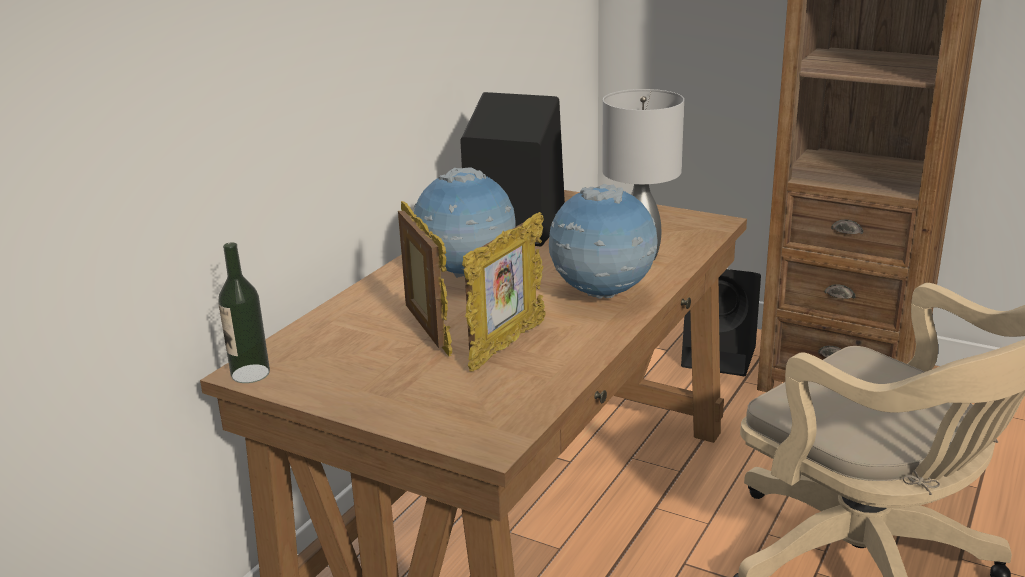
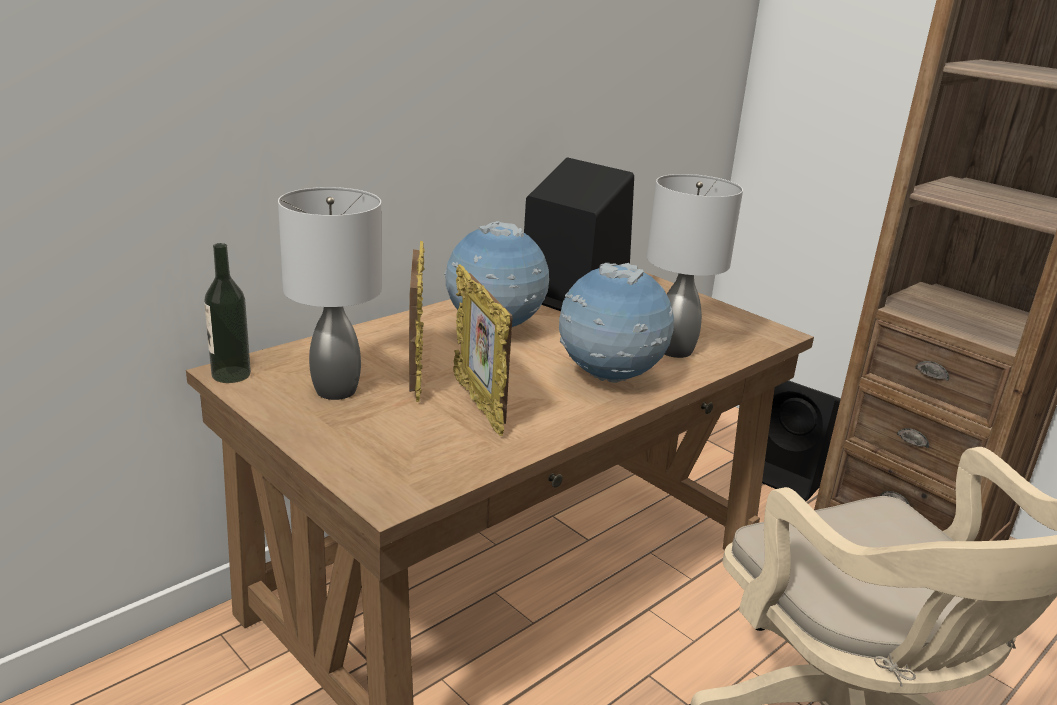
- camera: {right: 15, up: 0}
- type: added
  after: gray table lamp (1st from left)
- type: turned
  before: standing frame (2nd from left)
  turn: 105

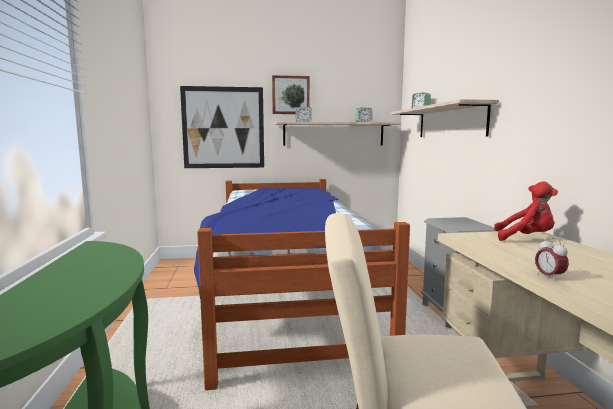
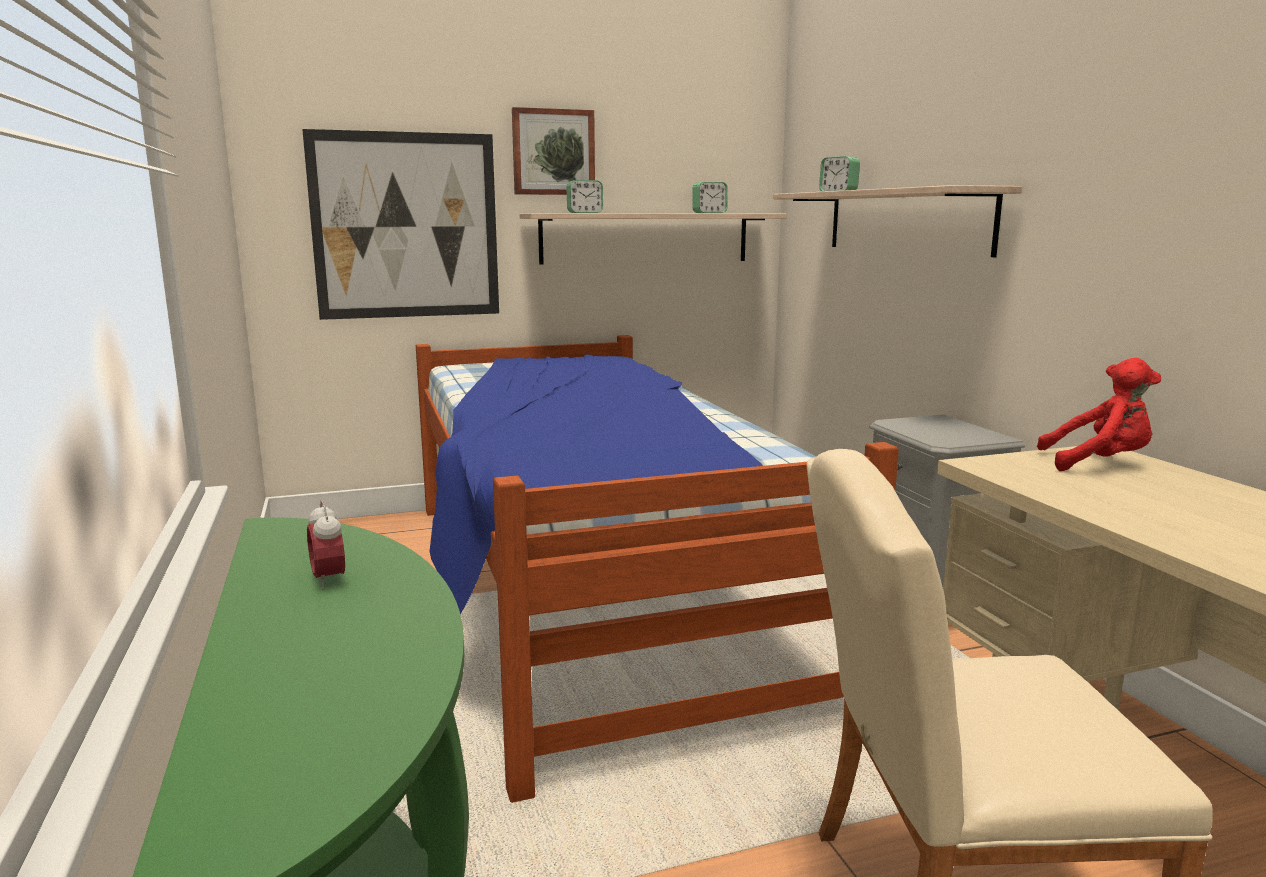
- camera: {right: -10, up: 5}
- type: moved
  before: table clock (4th from left in the first image)
  after: table clock (1st from left)

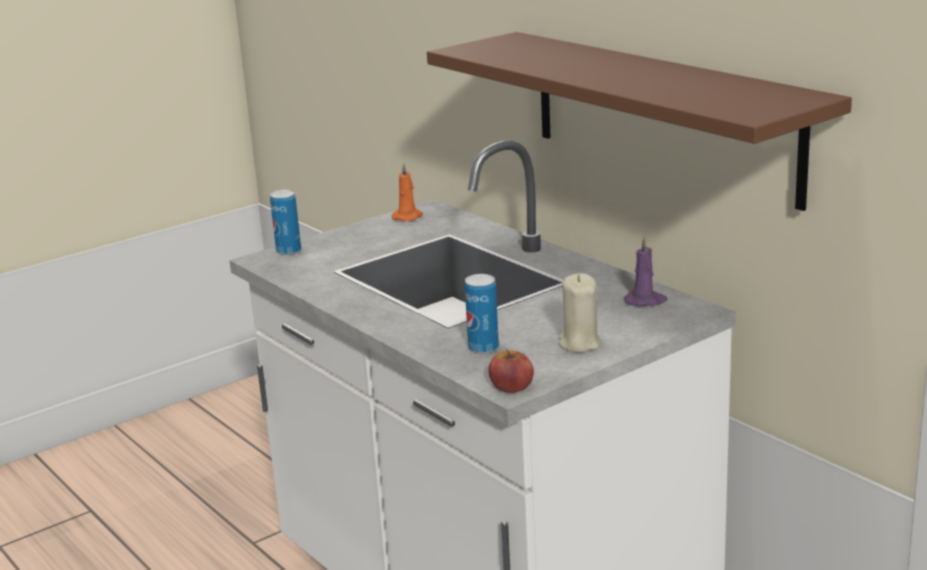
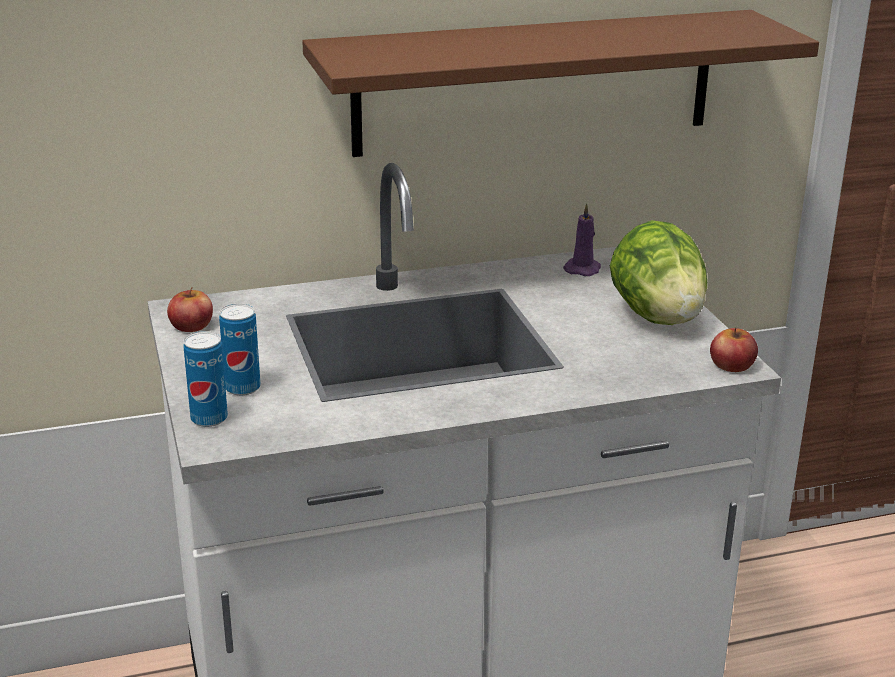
- camera: {right: -70, up: 5}
- type: replaced
  before: orangey wax candle
  after: apple fruit (1st from left)
- type: moved
  before: sealed can (2nd from left)
- type: replaced
  before: sand-coloured wax candle
  after: head of lettuce

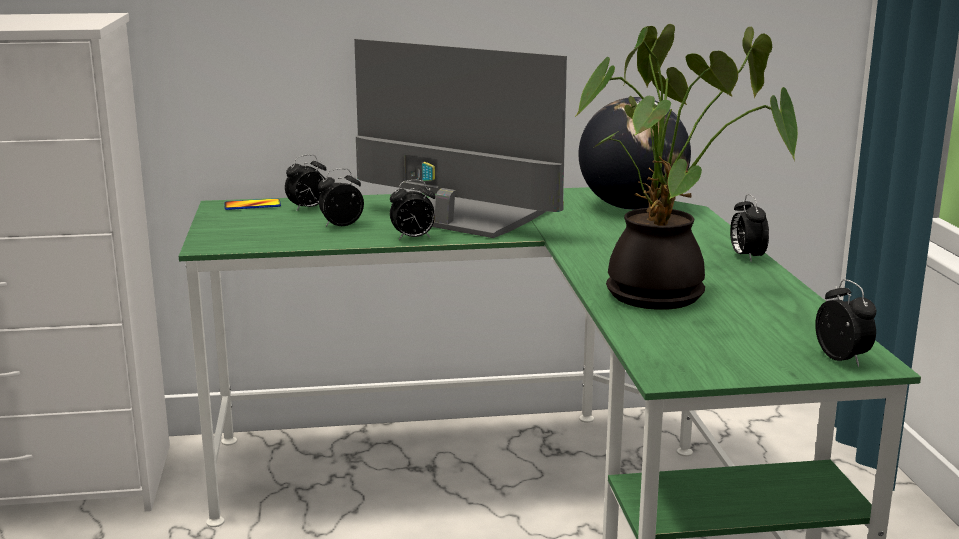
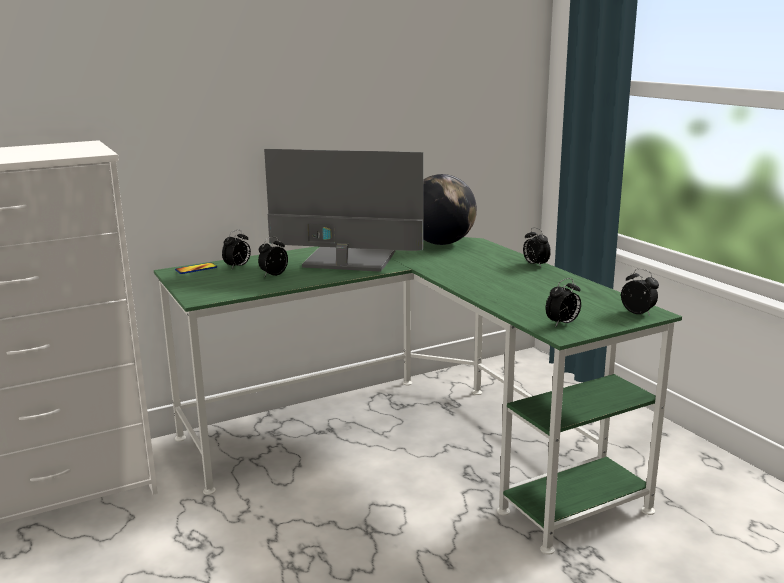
- camera: {right: -20, up: 0}
- type: moved
  before: table clock (3rd from left in the first image)
  after: table clock (4th from left)
- type: removed
  before: plant in a pot

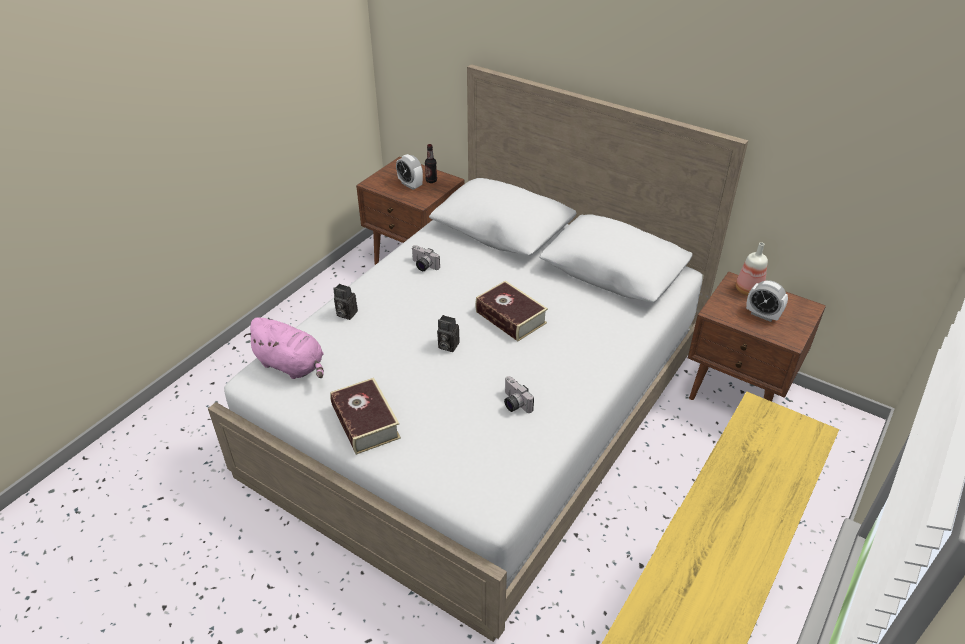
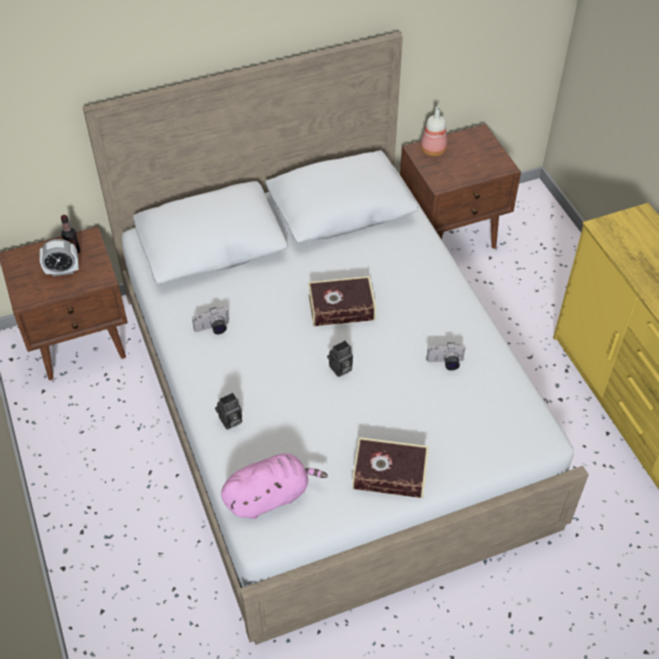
- camera: {right: -55, up: 10}
- type: removed
  before: table clock (2nd from left)

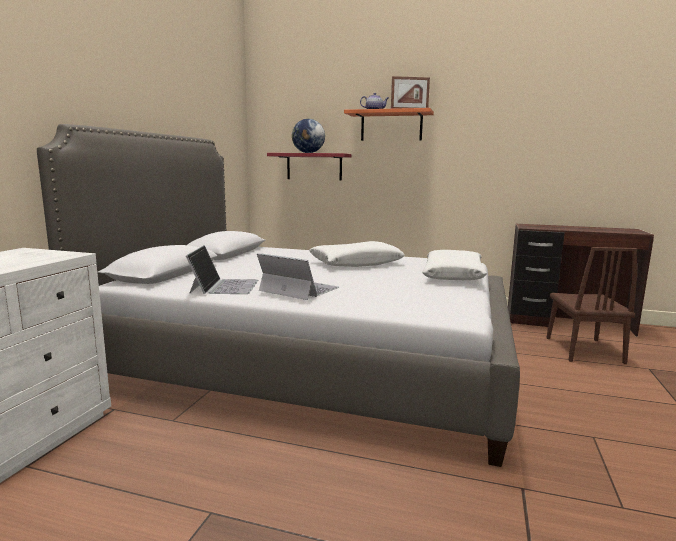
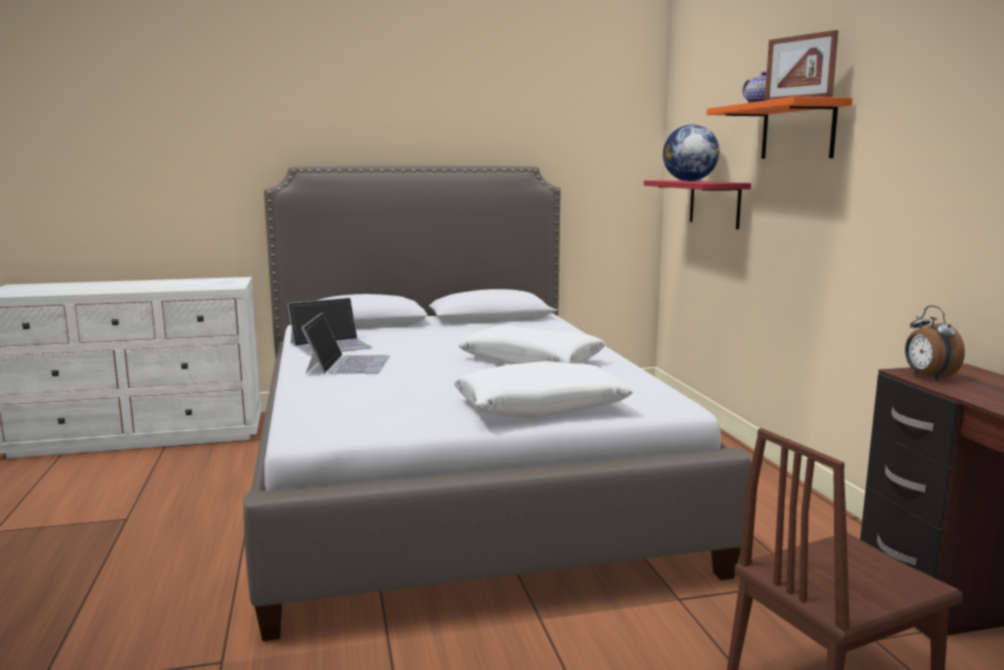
- camera: {right: 60, up: 0}
- type: added
  after: table clock

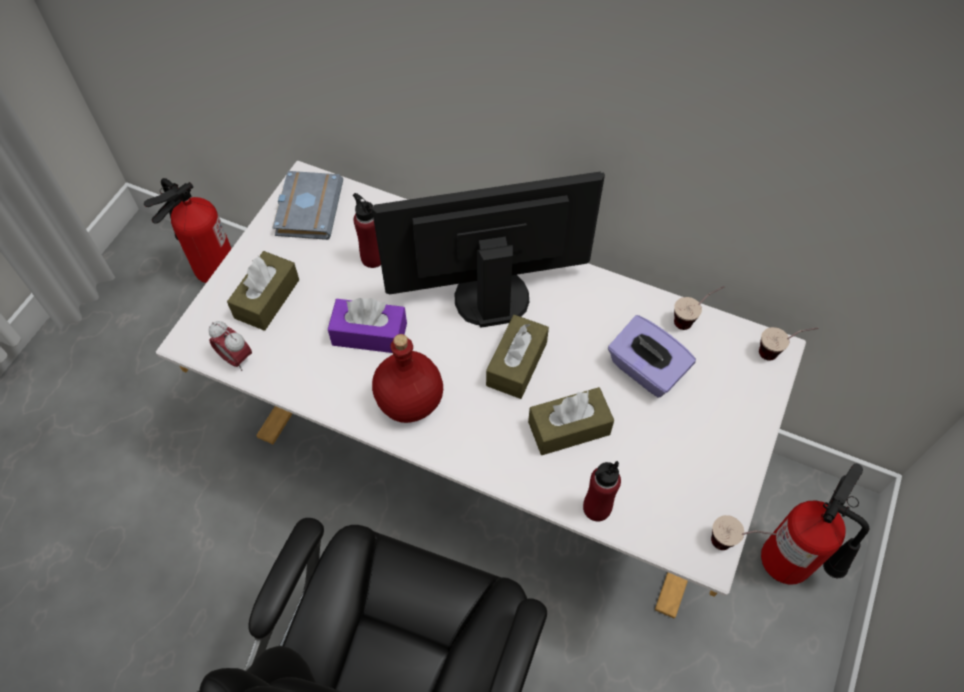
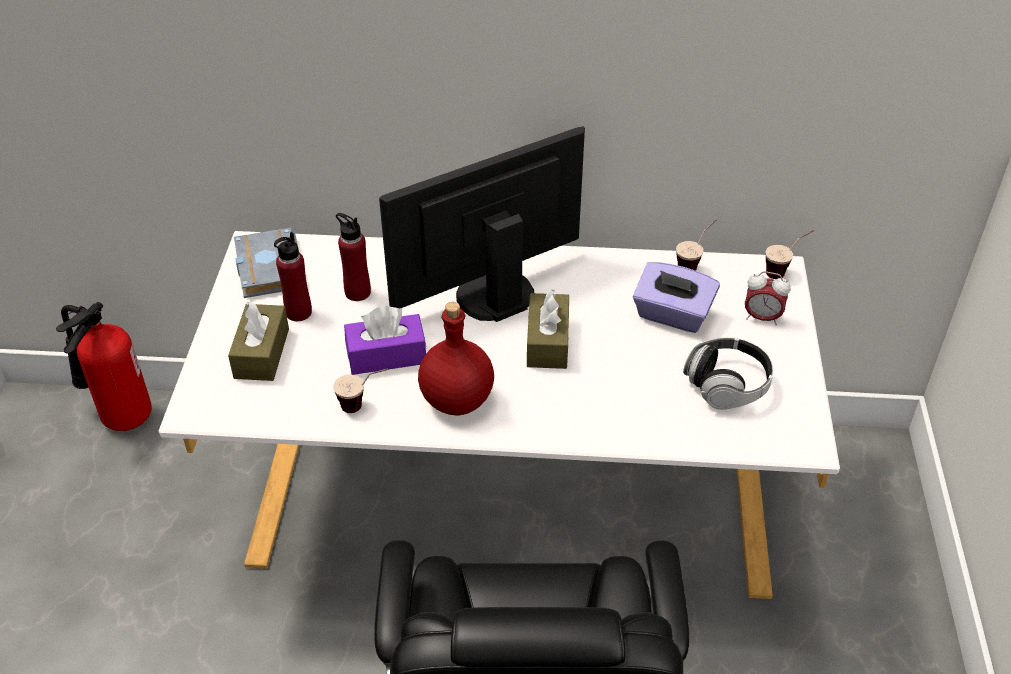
- camera: {right: -20, up: -15}
- type: moved
  before: reddish drink bottle (3rd from left in the first image)
  after: reddish drink bottle (1st from left)
- type: moved
  before: cup (2nd from left in the first image)
  after: cup (1st from left)
- type: added
  after: headset
- type: moved
  before: table clock
- type: removed
  before: brown tissue box (3rd from left)
- type: removed
  before: fire-fighting cylinder (2nd from left)

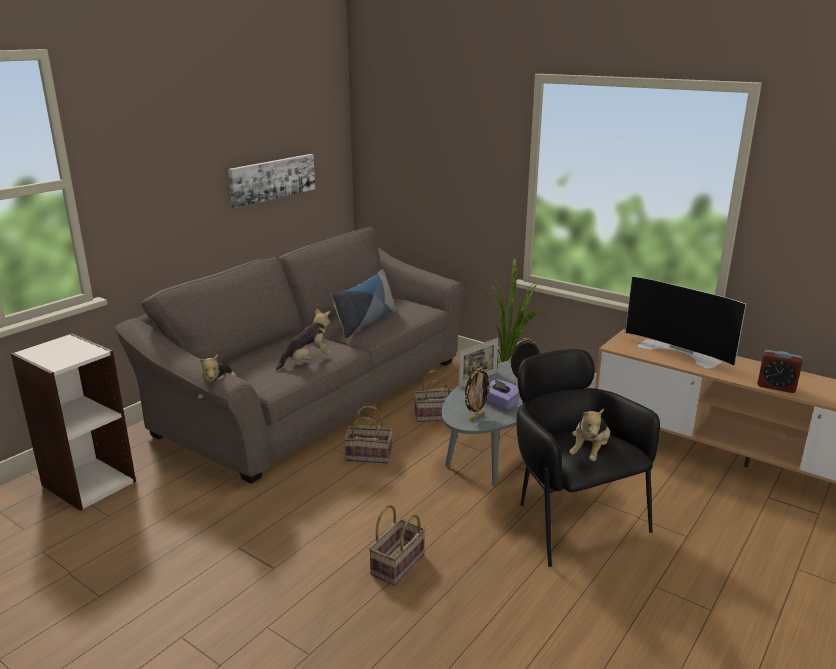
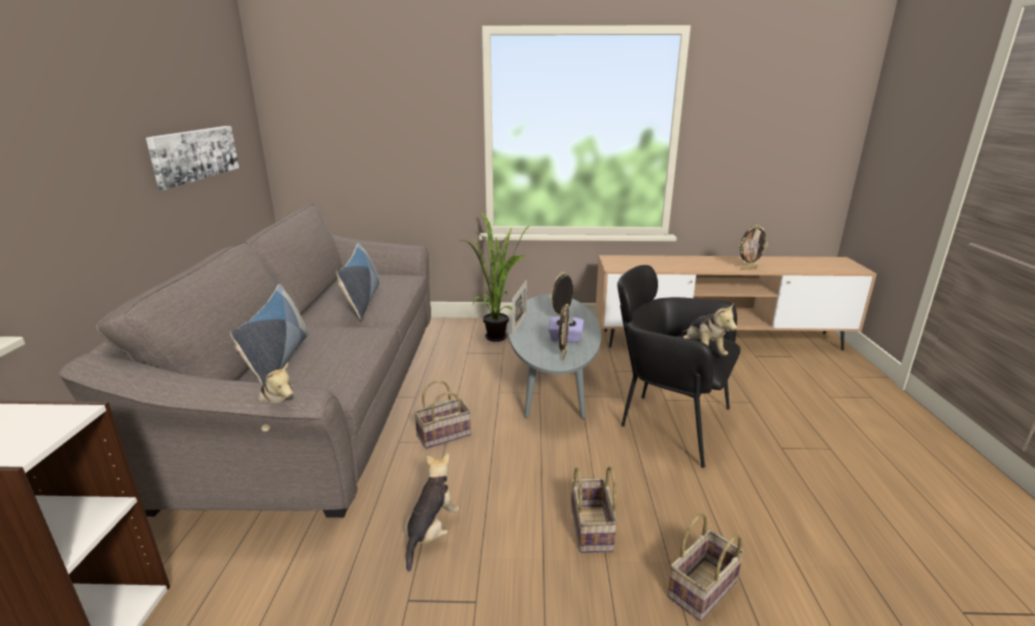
- camera: {right: -35, up: 0}
- type: added
  after: throw pillow (1st from left)
- type: moved
  before: cuddly toy (2nd from left)
- type: moved
  before: storage basket (3rd from left)
- type: replaced
  before: table clock
  after: standing frame (4th from left)
- type: removed
  before: TV set

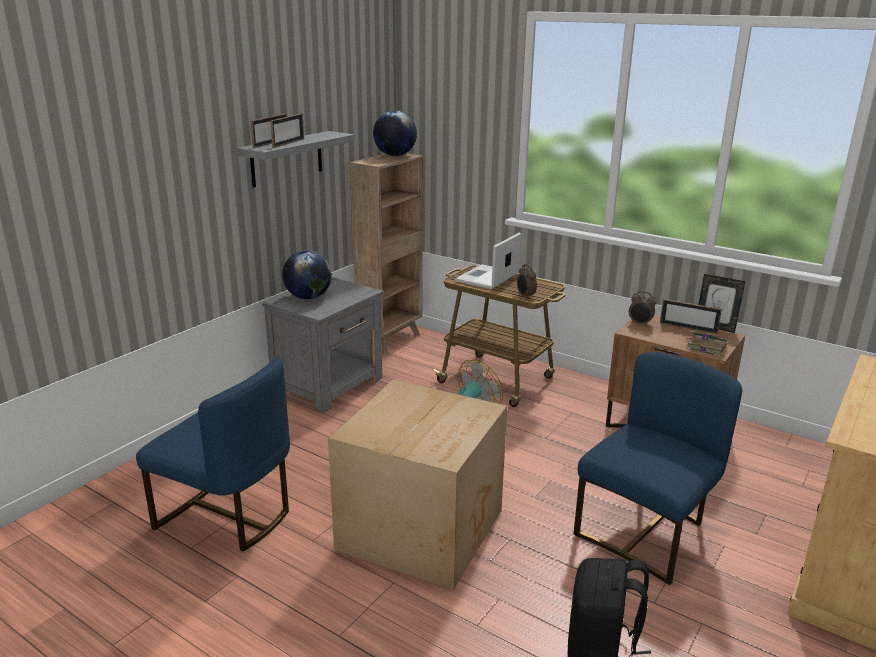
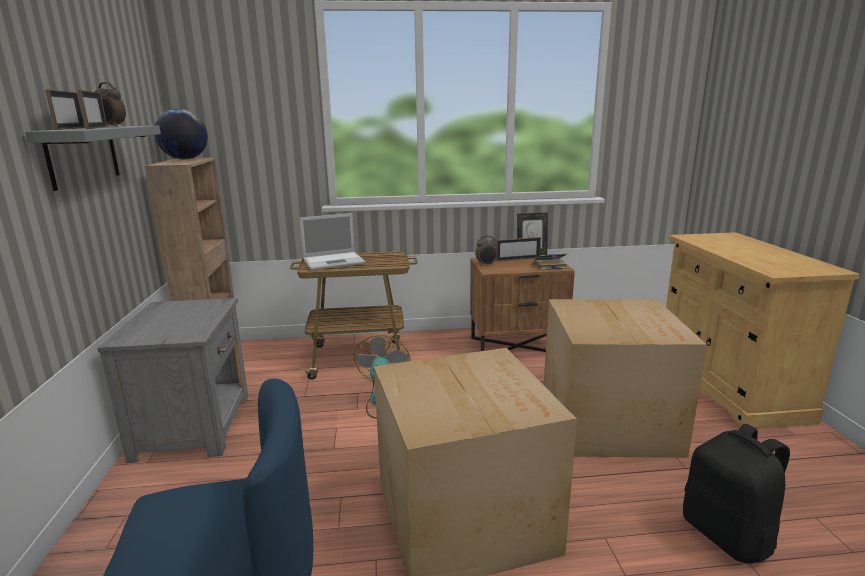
- camera: {right: -40, up: -5}
- type: moved
  before: table clock (1st from left)
- type: turned
  before: portable computer
  turn: -105
- type: replaced
  before: blue plain chair (2nd from left)
  after: carton (2nd from left)
- type: removed
  before: world globe (1st from left)

